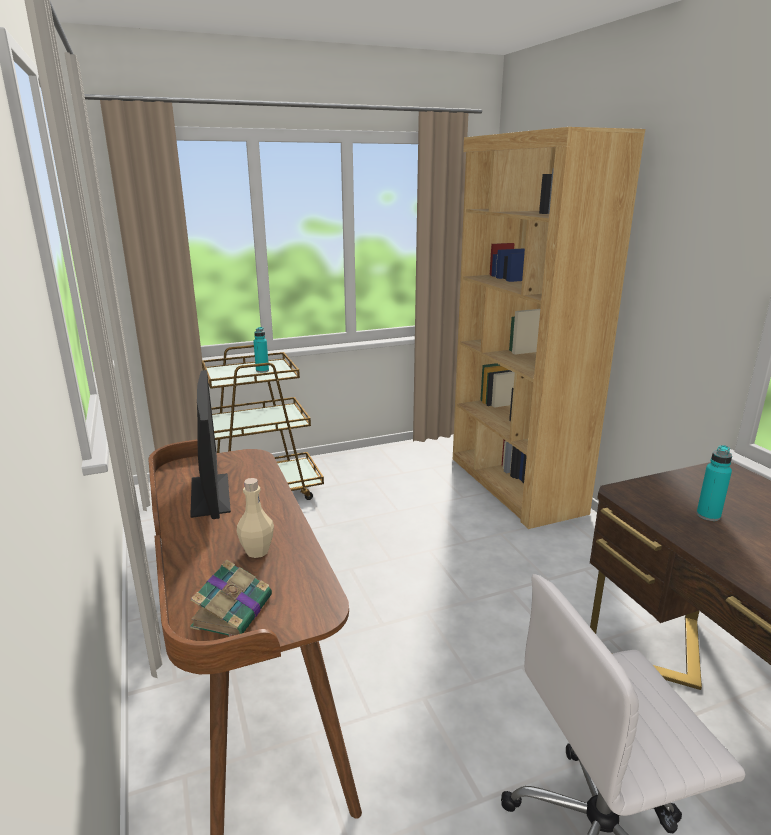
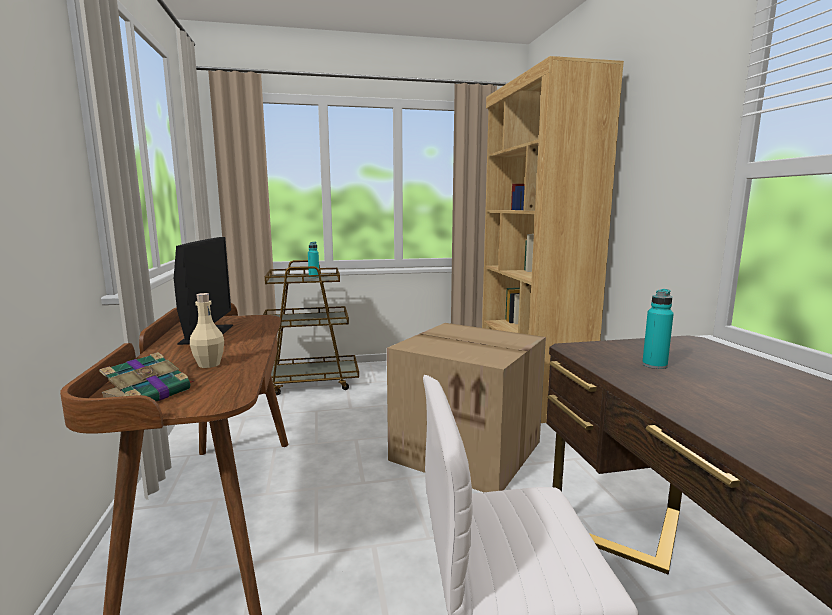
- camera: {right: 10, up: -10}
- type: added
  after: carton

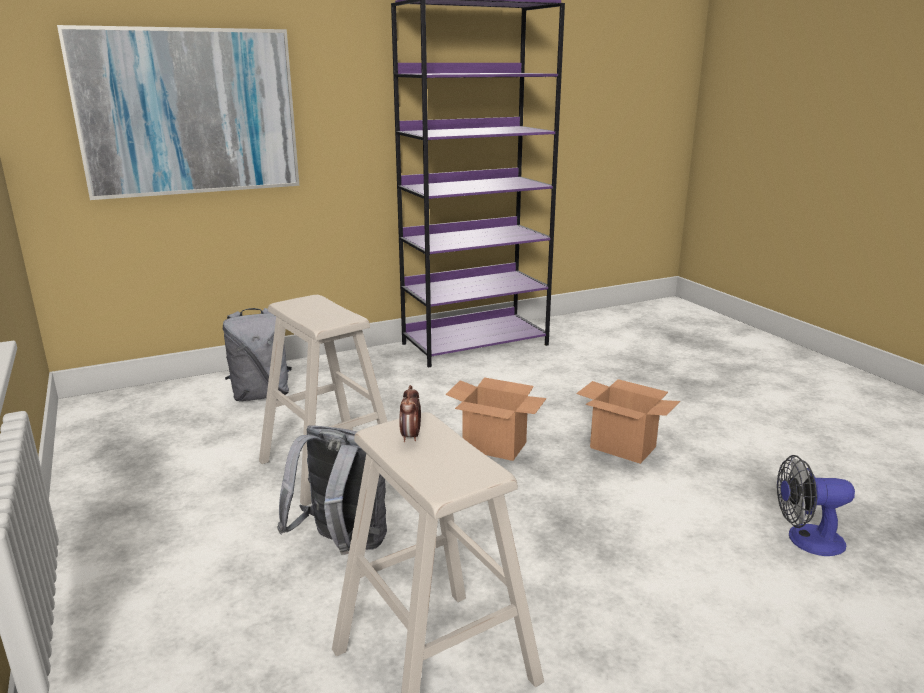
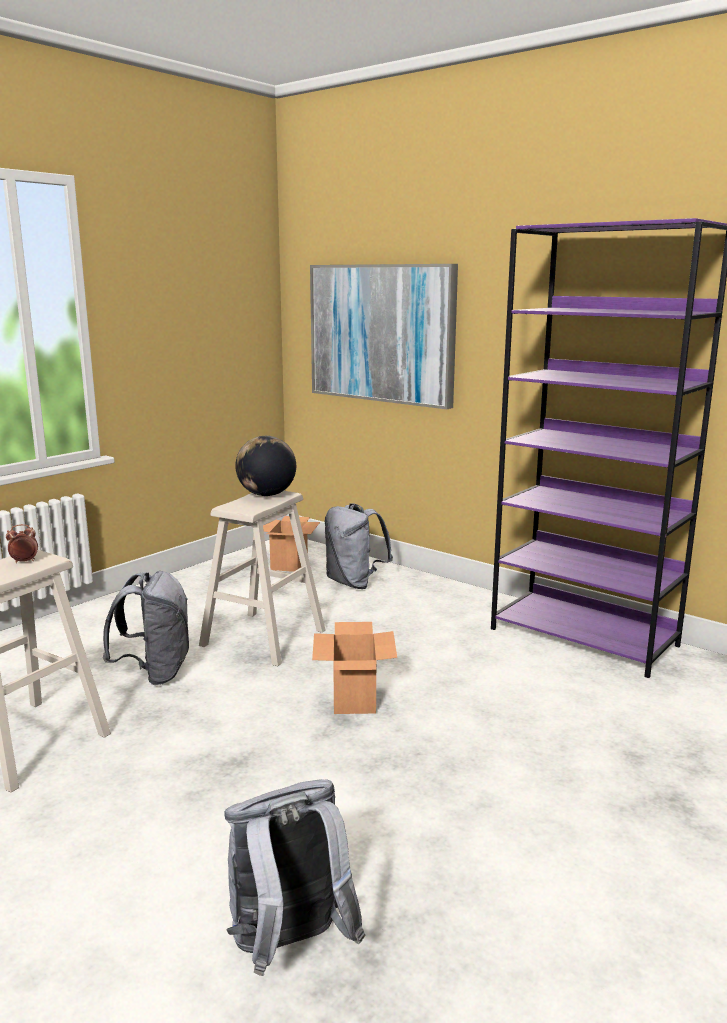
- camera: {right: 65, up: -5}
- type: replaced
  before: electric fan
  after: gray backpack (2nd from left)
- type: added
  after: world globe
- type: moved
  before: carton (2nd from left in the first image)
  after: carton (1st from left)

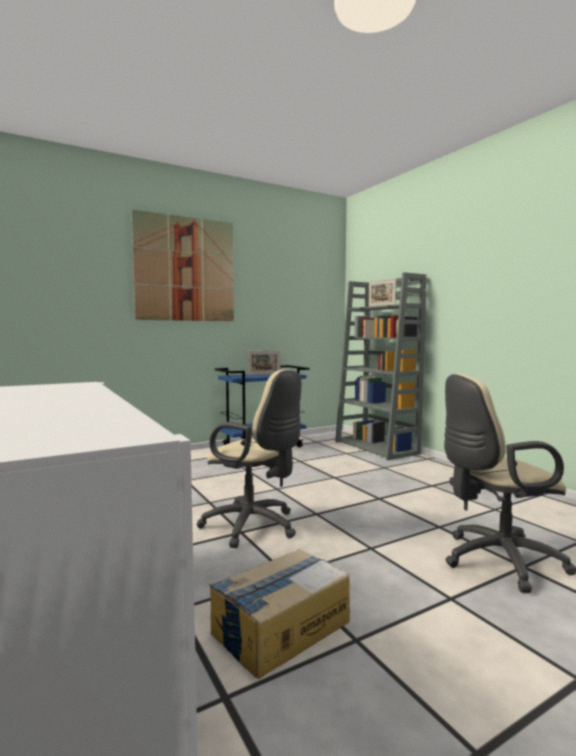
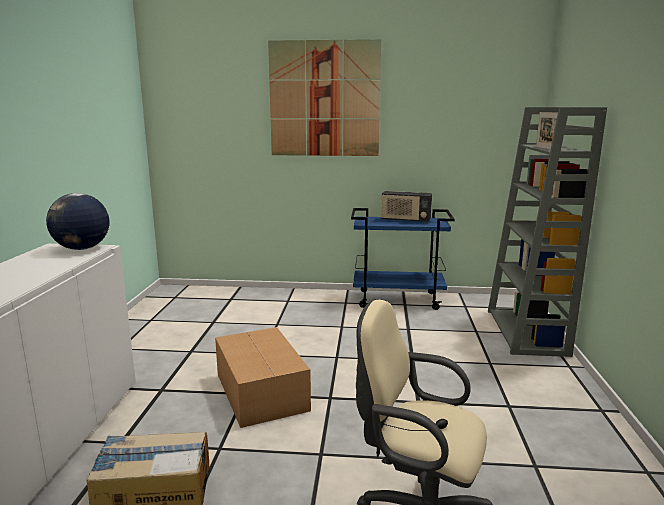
- camera: {right: 35, up: 10}
- type: added
  after: world globe
- type: replaced
  before: sand-coloured desk chair (1st from left)
  after: carton (2nd from left)
- type: replaced
  before: standing frame (1st from left)
  after: radio

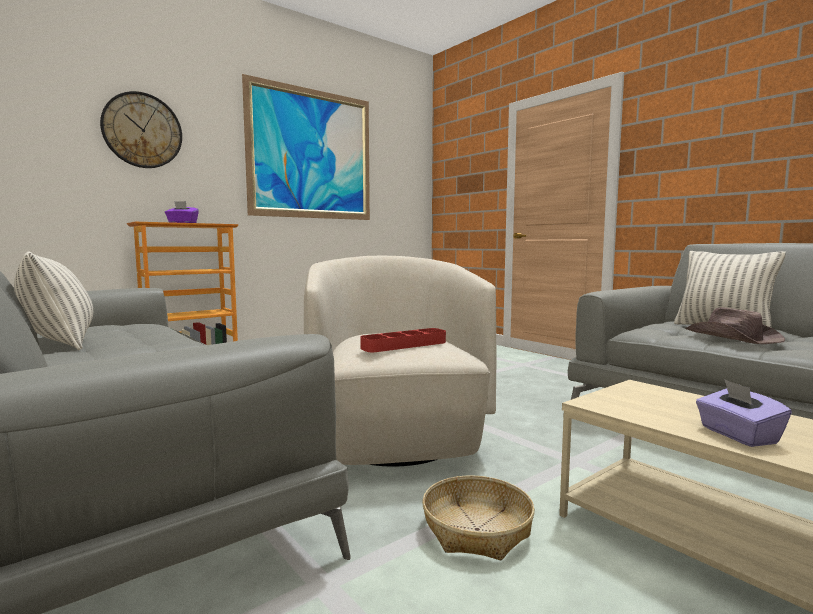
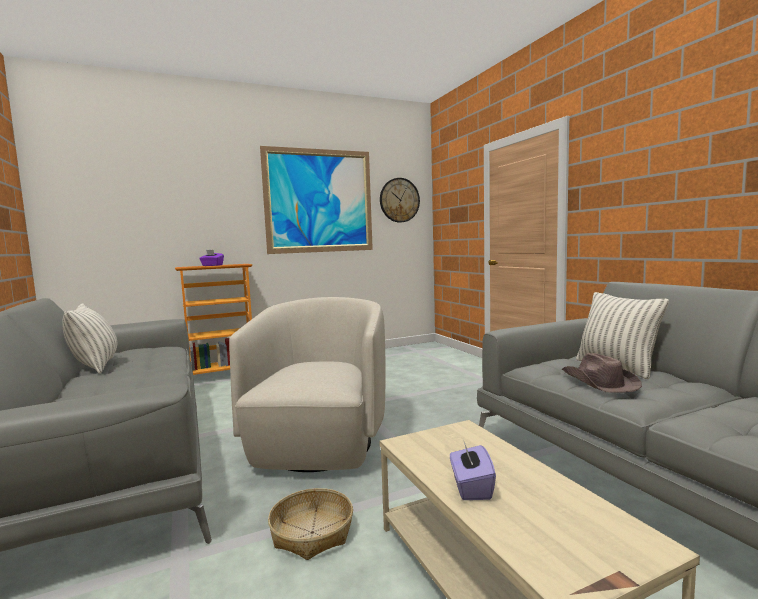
- camera: {right: 15, up: 0}
- type: moved
  before: hanging clock
- type: removed
  before: reddish serving tray

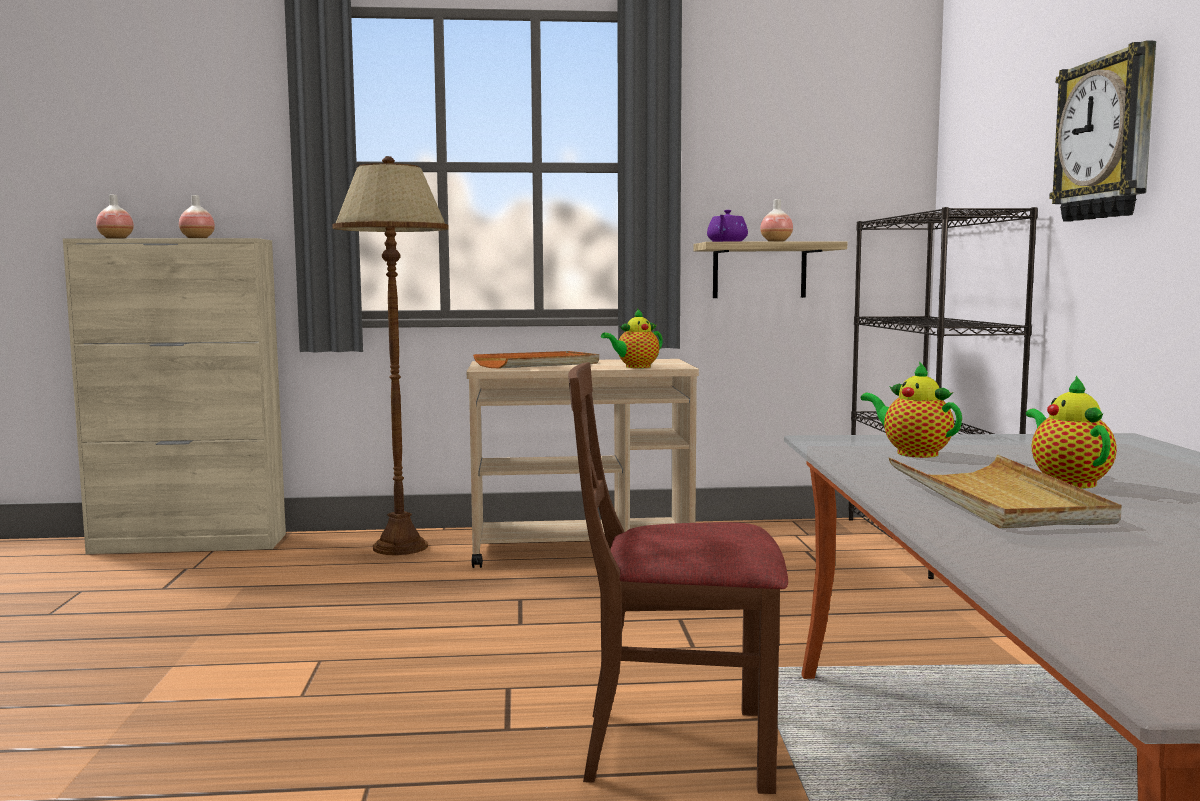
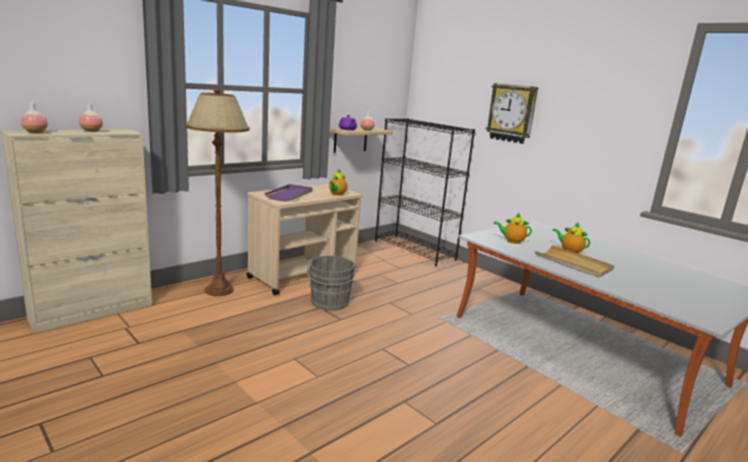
- camera: {right: -40, up: 10}
- type: recoloured
  before: orangey serving tray
  after: purple-coloured serving tray
- type: added
  after: gray bucket
- type: removed
  before: brown plain chair

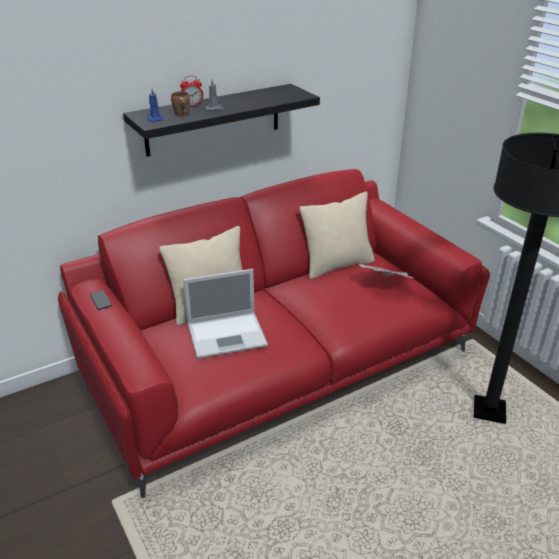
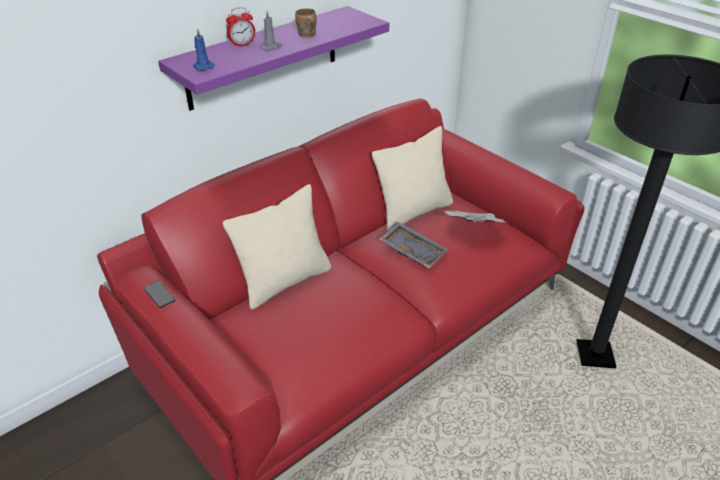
- camera: {right: -10, up: 5}
- type: recoloured
  before: black-coloured bracket shelf
  after: purple-coloured bracket shelf
- type: moved
  before: brown coffee mug
- type: added
  after: gray serving tray
- type: removed
  before: portable computer

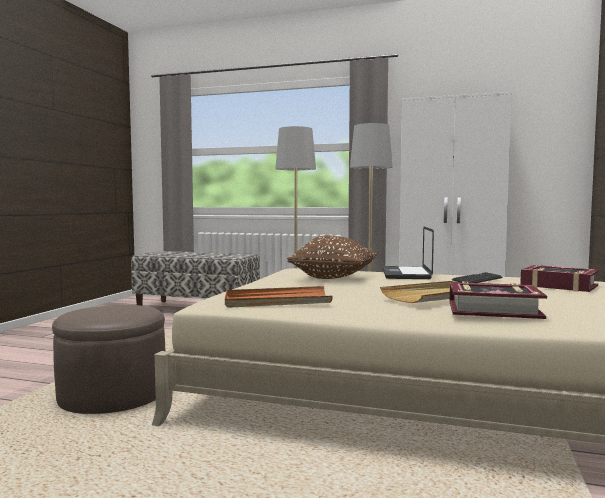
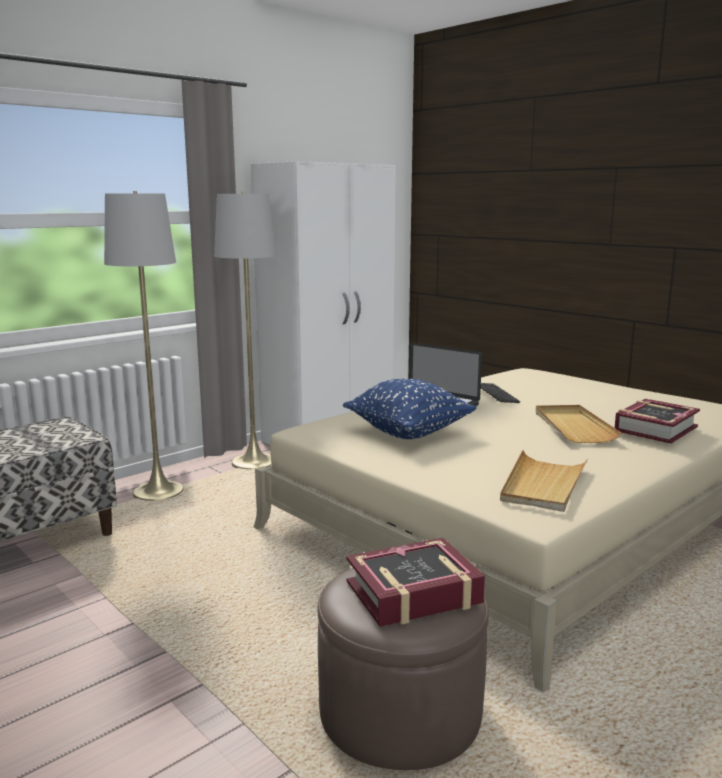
- camera: {right: -60, up: 10}
- type: recoloured
  before: brown throw pillow
  after: blue throw pillow
- type: moved
  before: bound book (2nd from left in the first image)
  after: bound book (1st from left)
- type: recoloured
  before: orangey serving tray
  after: sand-coloured serving tray (1st from left)

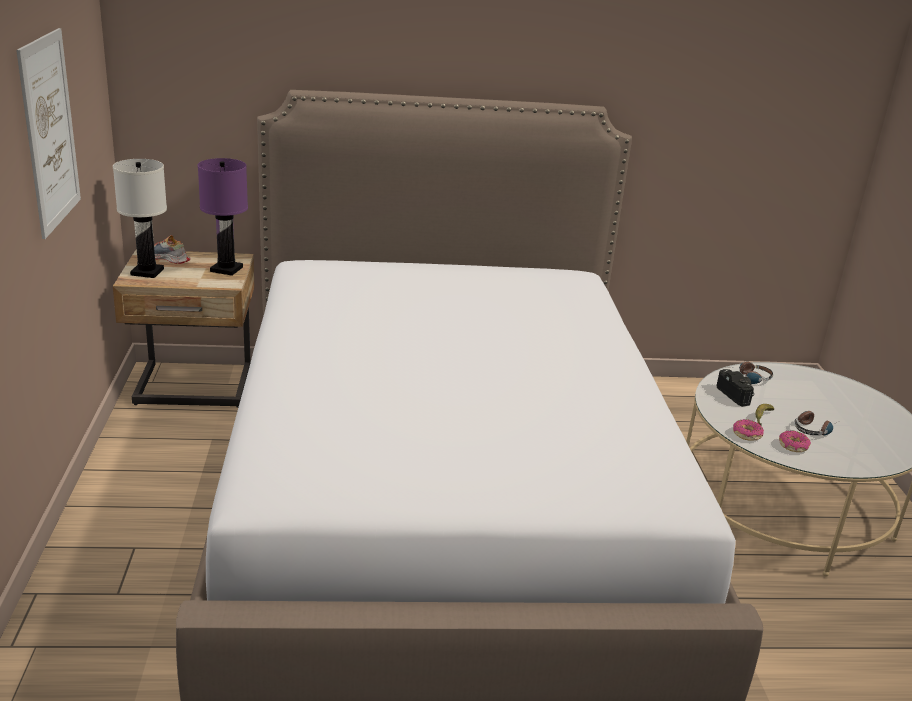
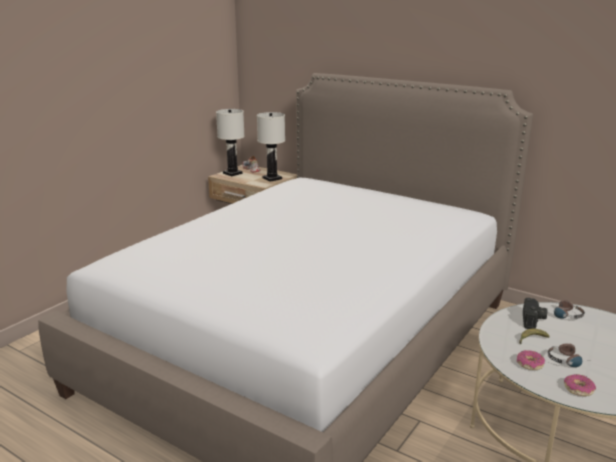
- camera: {right: 40, up: -5}
- type: recoloured
  before: purple-coloured table lamp
  after: whitish table lamp (2nd from left)
- type: moved
  before: doughnut (1st from left in the first image)
  after: doughnut (2nd from left)
- type: removed
  before: wall art

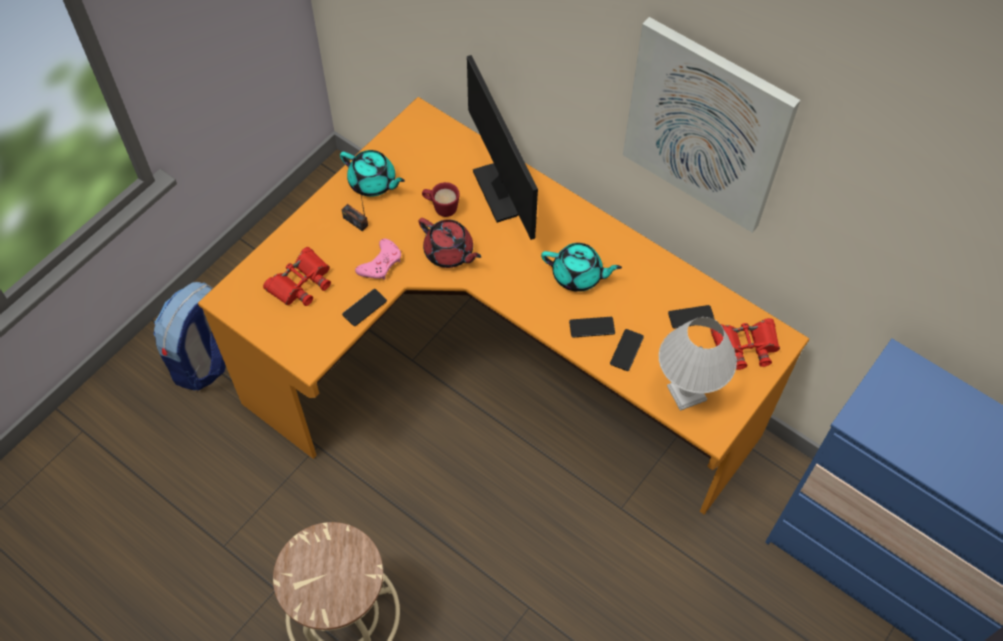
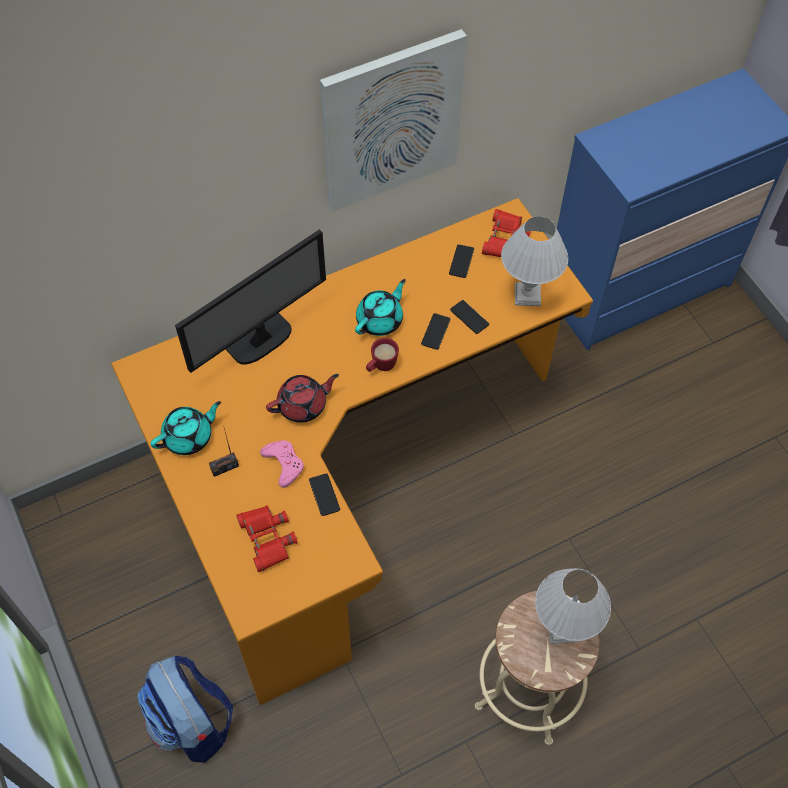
- camera: {right: -65, up: 0}
- type: turned
  before: computer screen
  turn: 135
- type: moved
  before: reddish coffee mug
- type: added
  after: whitish table lamp (2nd from left)

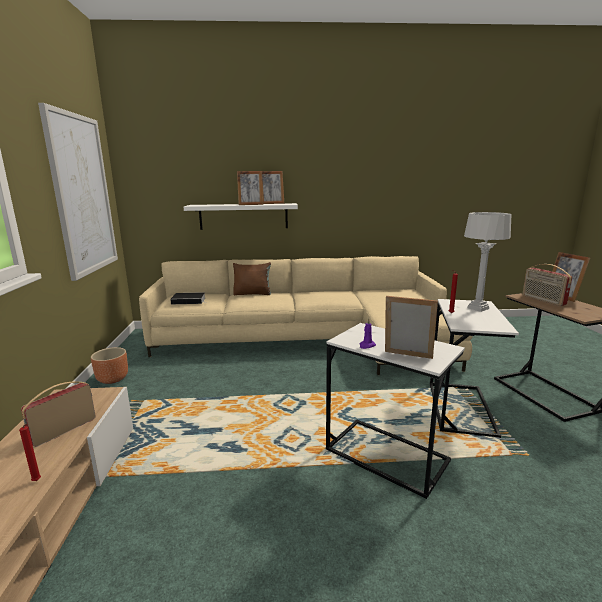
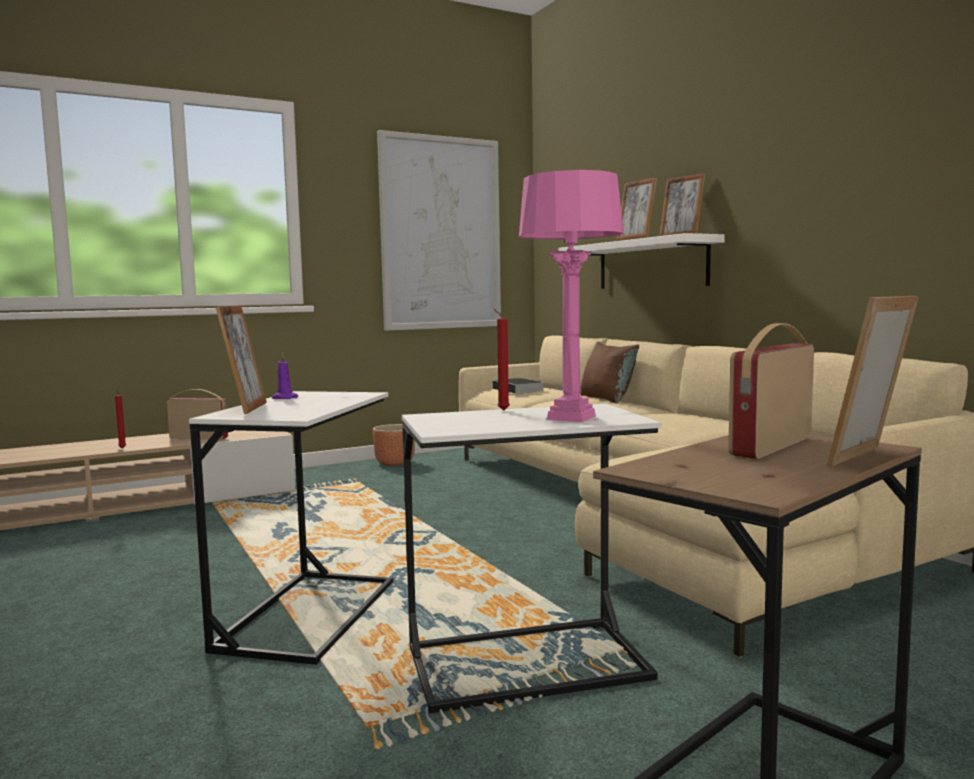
- camera: {right: 65, up: -10}
- type: recoloured
  before: gray table lamp
  after: pinkish table lamp

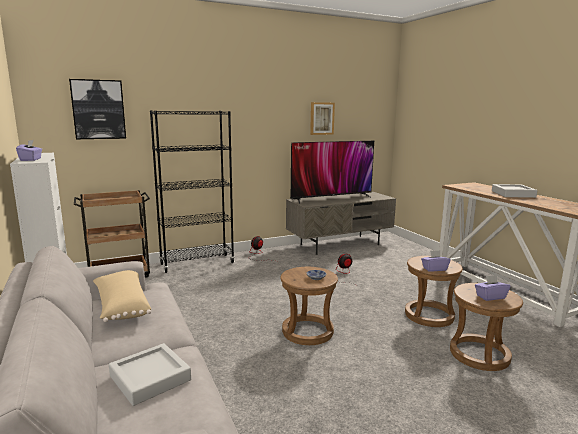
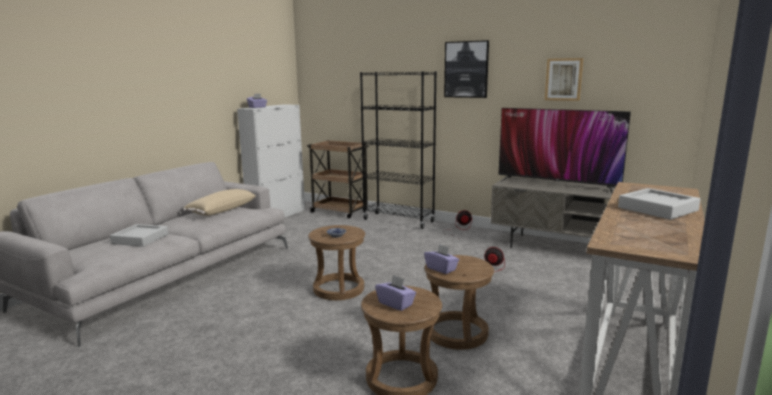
- camera: {right: 55, up: 0}
- type: moved
  before: wall art (1st from left)

